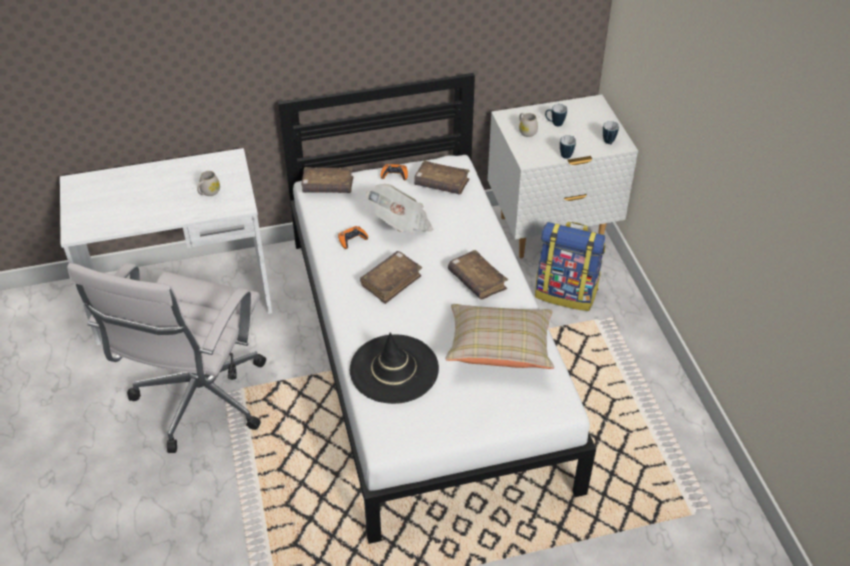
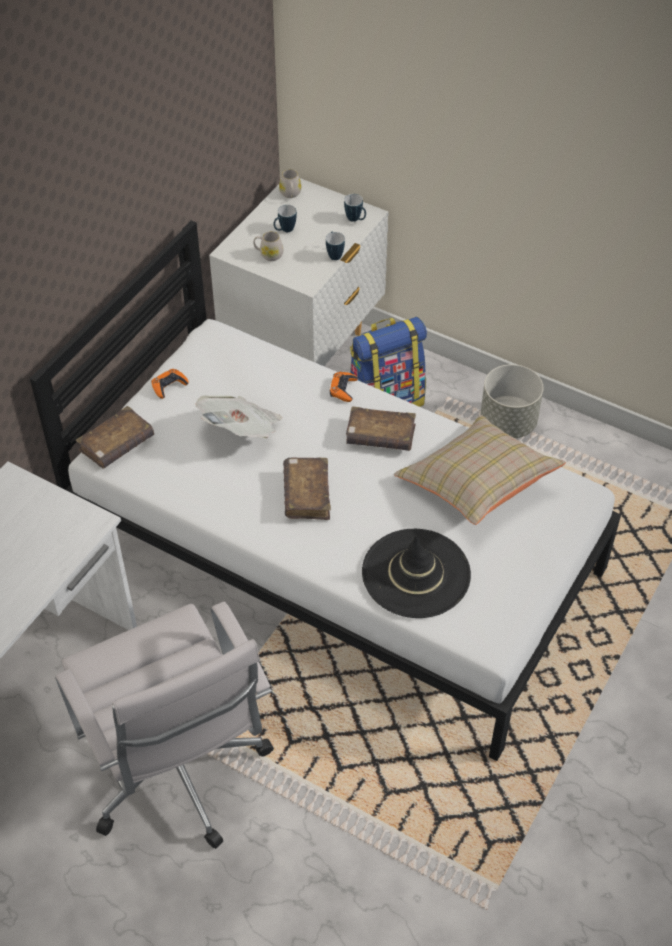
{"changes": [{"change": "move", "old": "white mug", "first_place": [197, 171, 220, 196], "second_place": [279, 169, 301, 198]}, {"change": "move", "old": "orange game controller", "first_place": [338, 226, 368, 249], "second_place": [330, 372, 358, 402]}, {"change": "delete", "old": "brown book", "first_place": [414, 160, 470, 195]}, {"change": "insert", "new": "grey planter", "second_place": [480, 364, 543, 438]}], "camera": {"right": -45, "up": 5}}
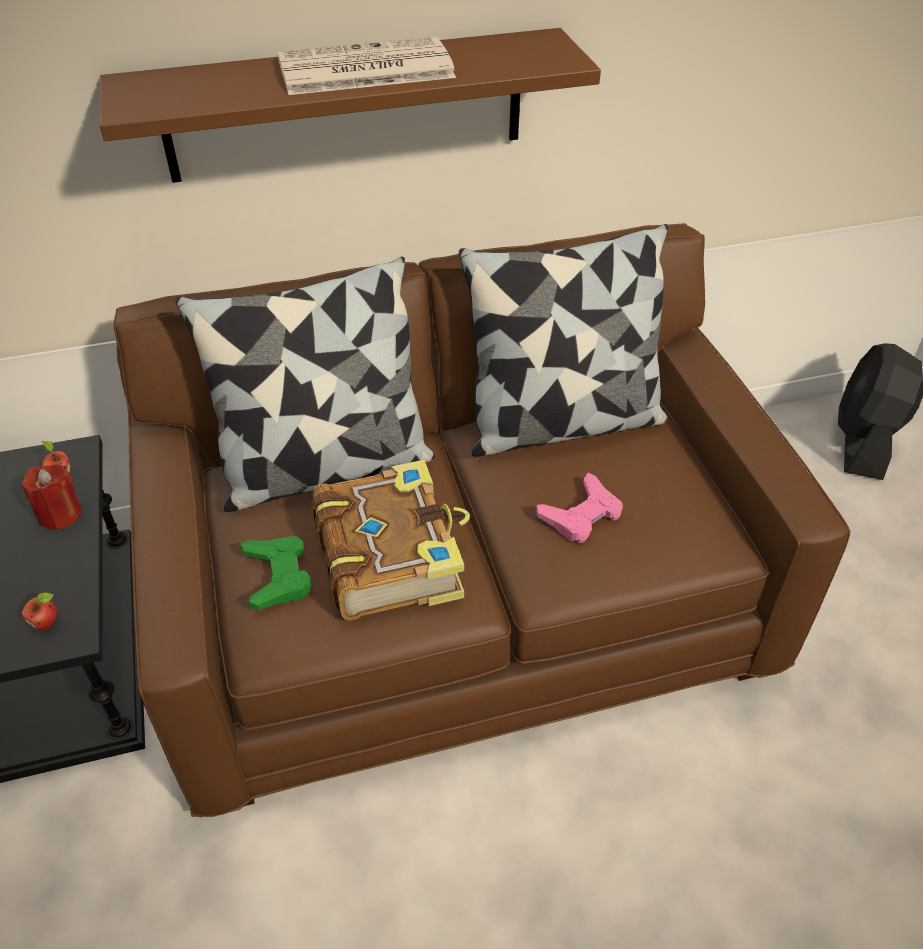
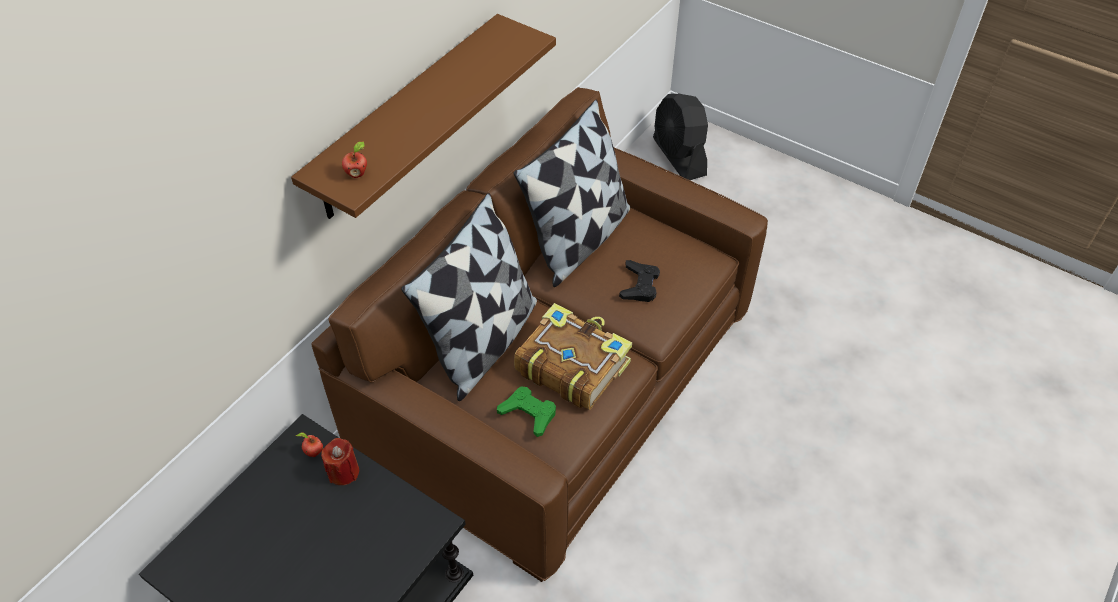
{"changes": [{"change": "move", "old": "apple", "first_place": [21, 592, 57, 631], "second_place": [342, 141, 367, 178]}, {"change": "delete", "old": "newspaper", "first_place": [277, 37, 456, 95]}, {"change": "recolor", "old": "pink game controller", "new": "black game controller", "first_place": [536, 473, 623, 544], "second_place": [619, 260, 660, 302]}], "camera": {"right": -40, "up": 5}}
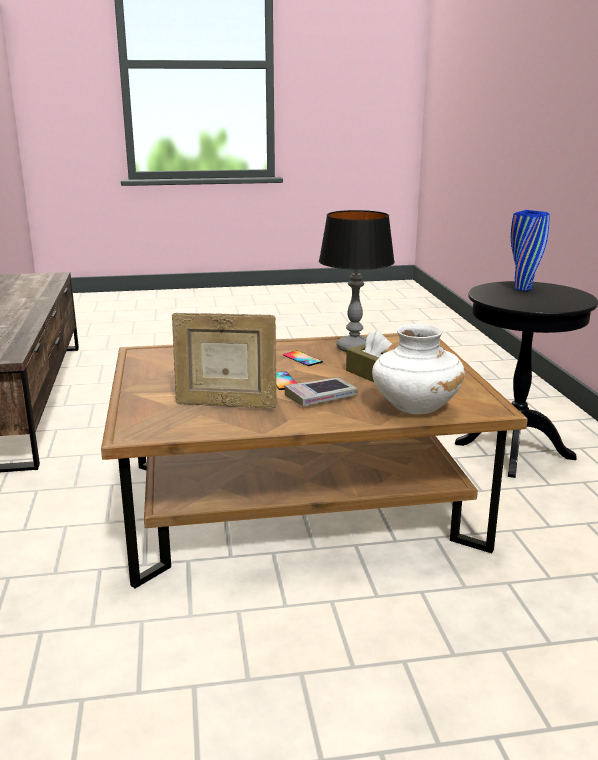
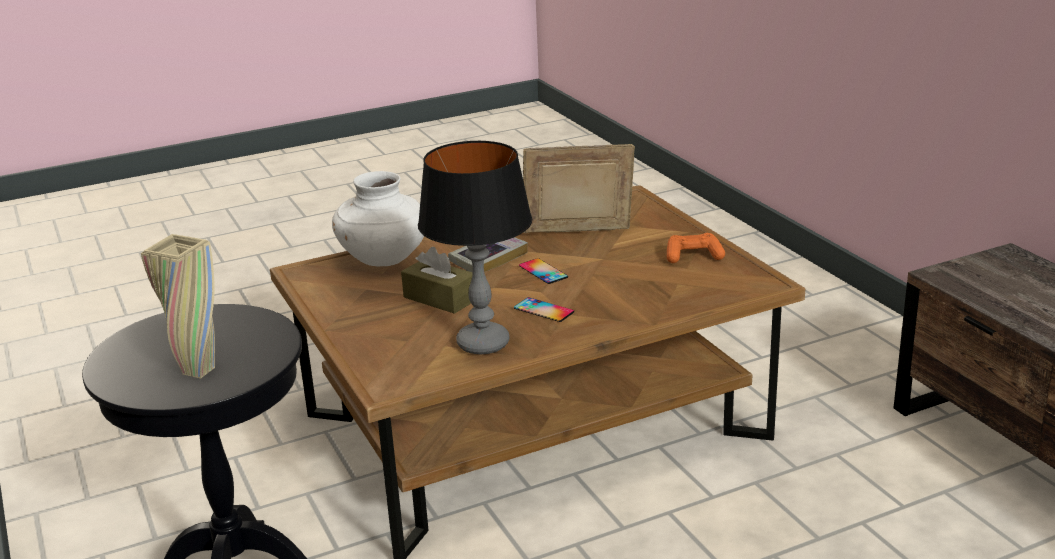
{"changes": [{"change": "recolor", "old": "blue vase", "new": "beige vase", "first_place": [511, 210, 549, 291], "second_place": [141, 234, 215, 379]}, {"change": "insert", "new": "orange game controller", "second_place": [667, 233, 725, 263]}], "camera": {"right": 165, "up": 5}}
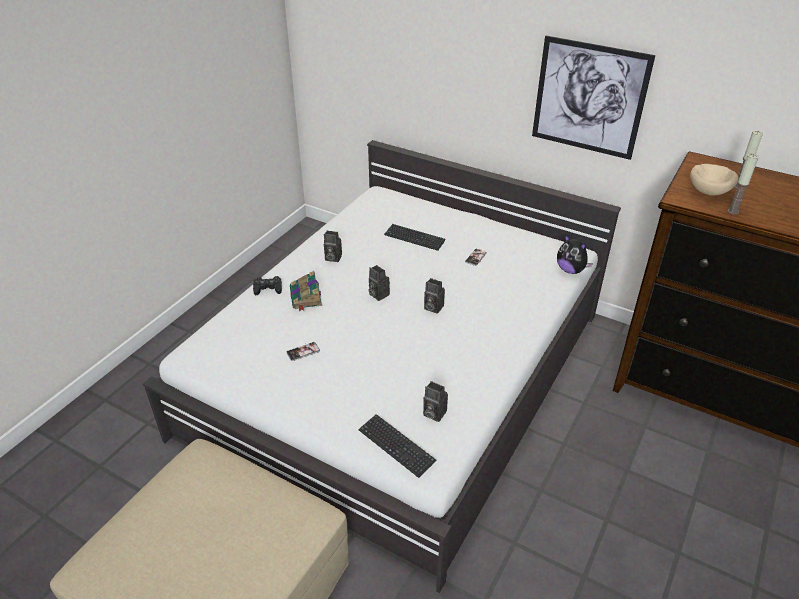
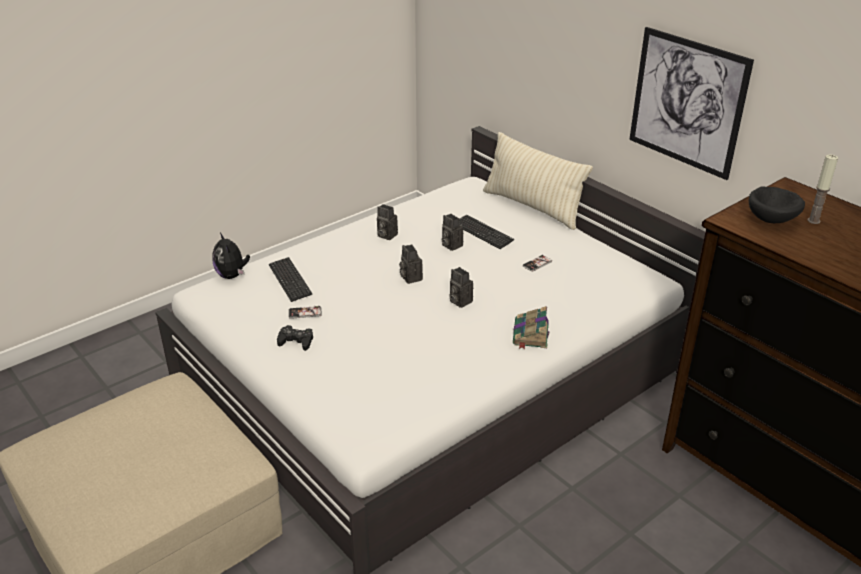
{"changes": [{"change": "move", "old": "black game controller", "first_place": [253, 276, 282, 295], "second_place": [277, 325, 313, 351]}, {"change": "move", "old": "book", "first_place": [290, 271, 322, 312], "second_place": [513, 306, 549, 350]}, {"change": "move", "old": "keyboard", "first_place": [358, 414, 436, 478], "second_place": [269, 257, 312, 302]}, {"change": "move", "old": "photo camera", "first_place": [423, 381, 448, 422], "second_place": [442, 214, 463, 251]}, {"change": "move", "old": "plush toy", "first_place": [557, 234, 593, 274], "second_place": [213, 232, 250, 279]}, {"change": "recolor", "old": "beige bowl", "new": "black bowl", "first_place": [690, 164, 739, 196], "second_place": [749, 186, 805, 223]}, {"change": "delete", "old": "candle", "first_place": [728, 154, 759, 215]}, {"change": "insert", "new": "beige pillow", "second_place": [483, 132, 593, 230]}], "camera": {"right": 20, "up": -5}}
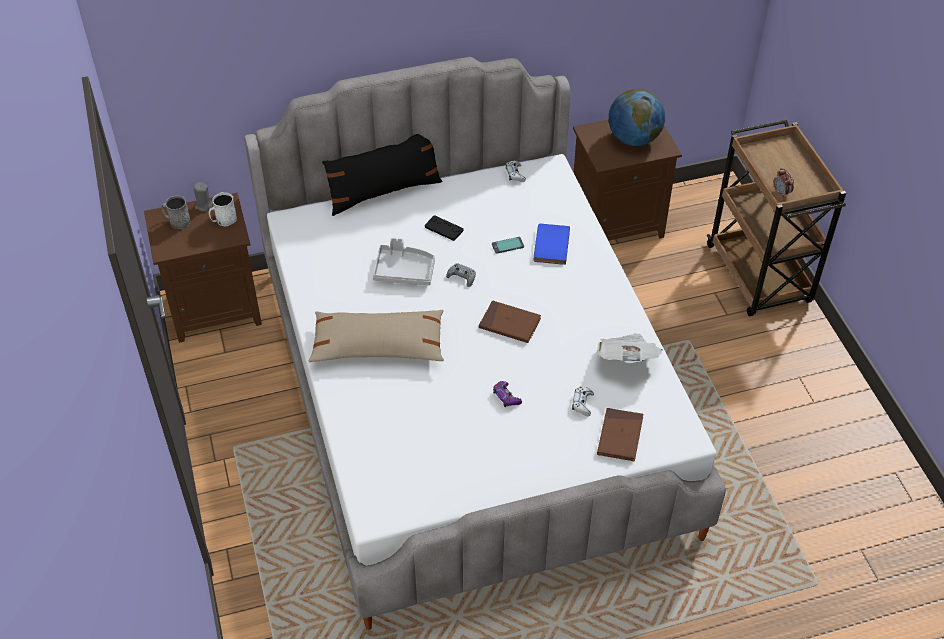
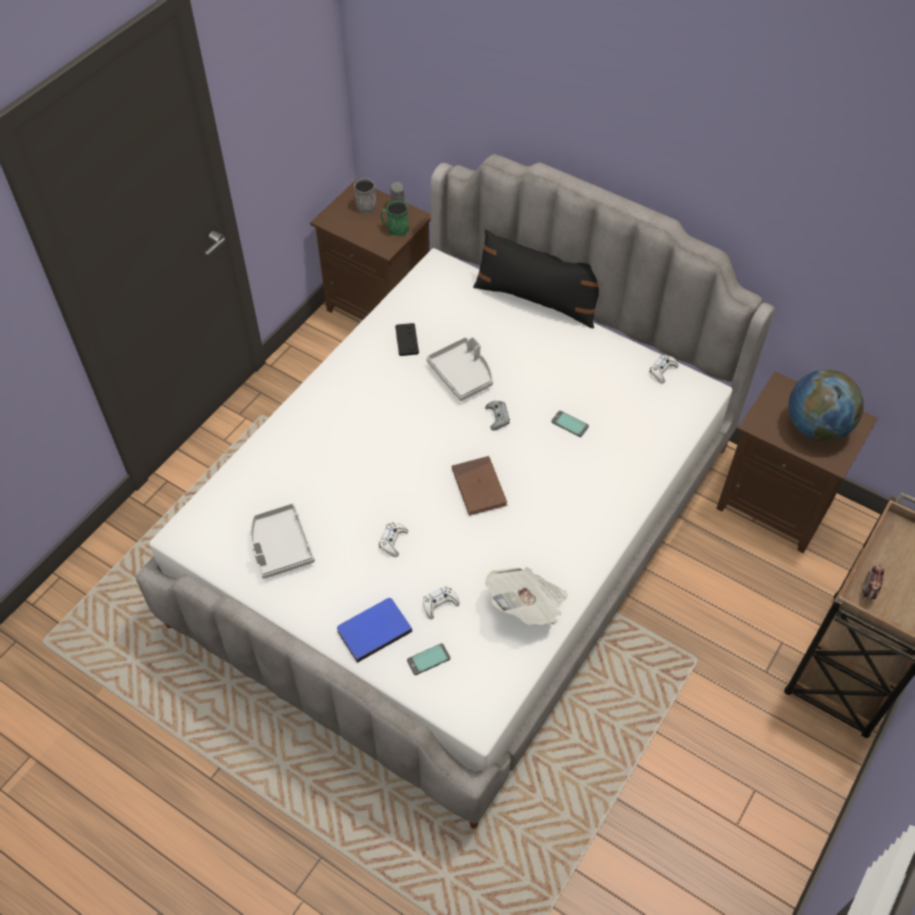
{"changes": [{"change": "recolor", "old": "white mug", "new": "green mug", "first_place": [209, 192, 237, 226], "second_place": [381, 201, 409, 236]}, {"change": "delete", "old": "beige pillow", "first_place": [309, 310, 444, 362]}, {"change": "move", "old": "black game controller", "first_place": [425, 216, 463, 241], "second_place": [395, 323, 419, 356]}, {"change": "recolor", "old": "purple game controller", "new": "white game controller", "first_place": [493, 381, 522, 407], "second_place": [379, 522, 408, 557]}, {"change": "move", "old": "blue book", "first_place": [534, 224, 570, 265], "second_place": [337, 598, 412, 663]}, {"change": "replace", "old": "brown book", "new": "phone", "first_place": [597, 408, 643, 461], "second_place": [407, 643, 450, 675]}, {"change": "insert", "new": "grey tray", "second_place": [250, 503, 315, 579]}], "camera": {"right": 50, "up": 5}}
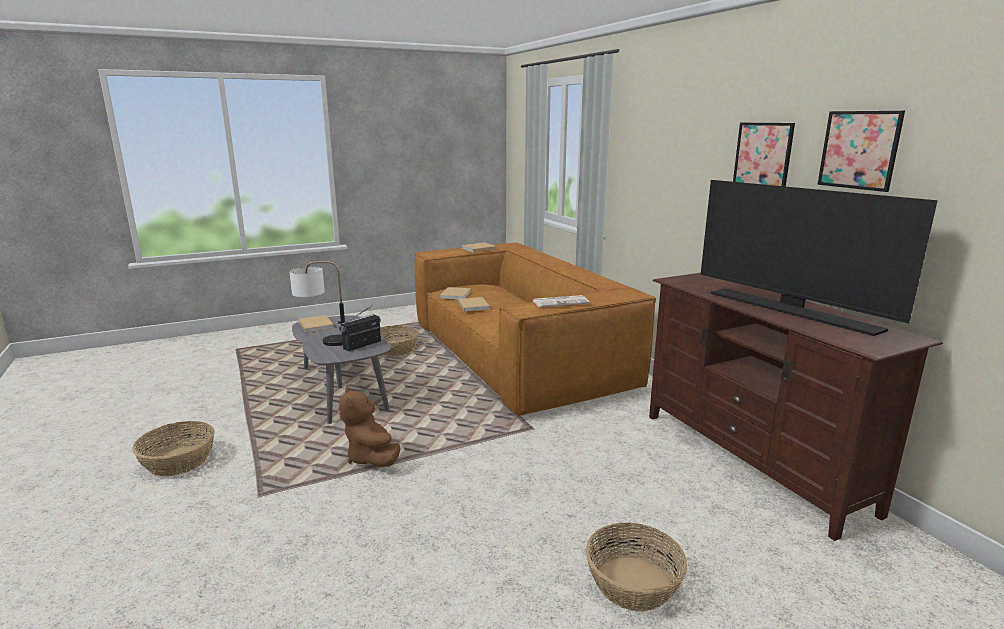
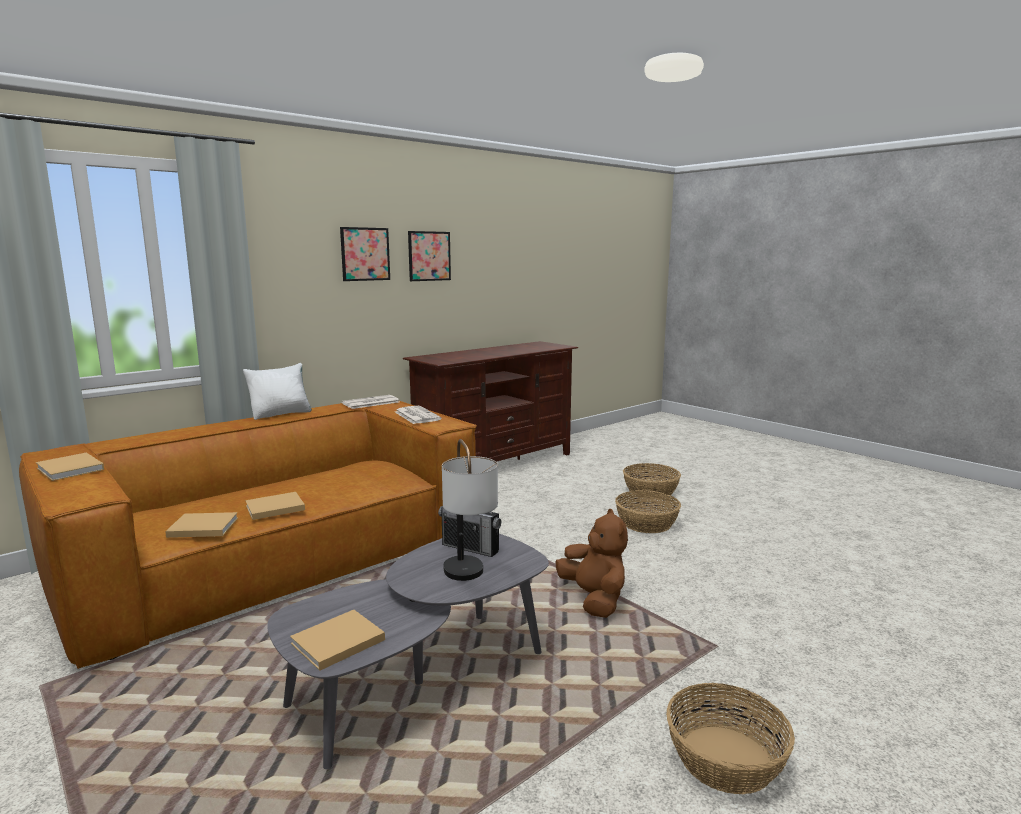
{"changes": [{"change": "rotate", "old": "brown plush toy", "first_place": [339, 387, 400, 467], "second_place": [555, 509, 628, 618], "degrees": -75}, {"change": "move", "old": "basket", "first_place": [380, 325, 419, 356], "second_place": [615, 490, 681, 533]}, {"change": "delete", "old": "television", "first_place": [701, 180, 937, 336]}, {"change": "move", "old": "picture", "first_place": [817, 111, 905, 192], "second_place": [340, 227, 390, 281]}, {"change": "insert", "new": "white pillow", "second_place": [243, 363, 312, 420]}, {"change": "insert", "new": "newspaper", "second_place": [342, 395, 399, 409]}], "camera": {"right": -105, "up": -5}}
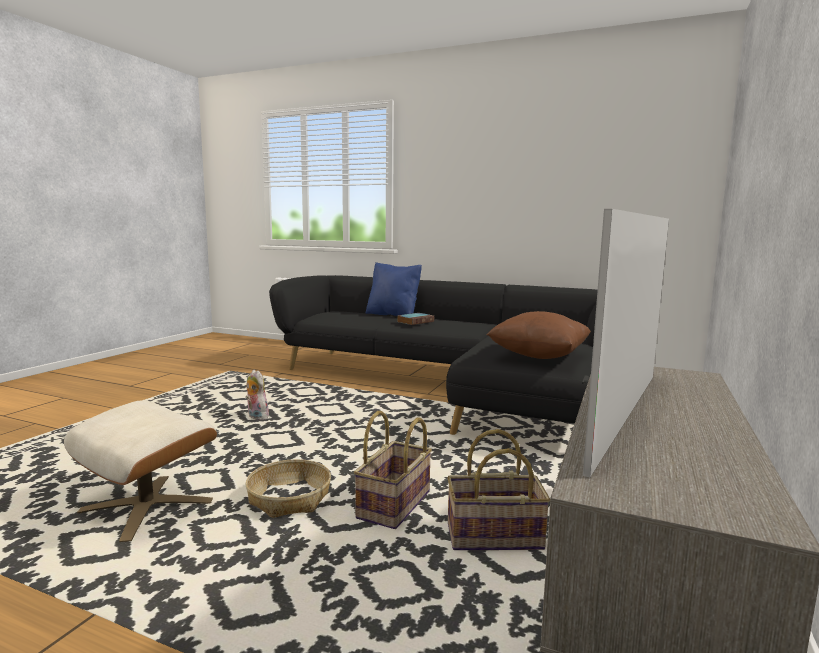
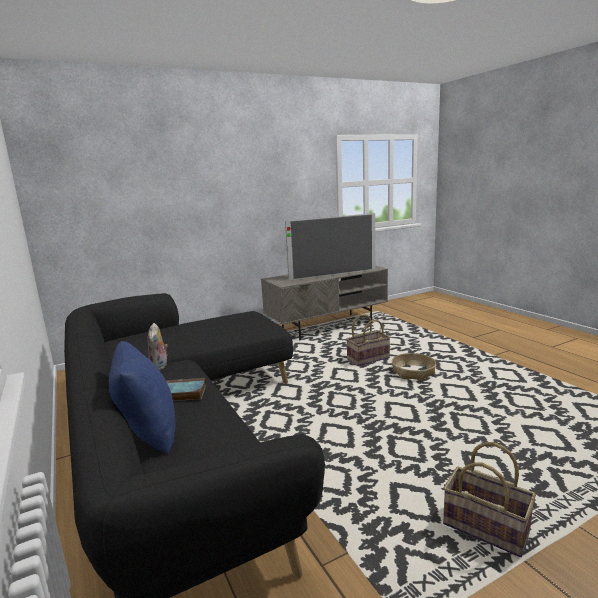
{"changes": [{"change": "delete", "old": "beige ottoman", "first_place": [64, 400, 217, 542]}, {"change": "move", "old": "plush toy", "first_place": [245, 370, 269, 420], "second_place": [148, 323, 168, 370]}, {"change": "move", "old": "basket", "first_place": [447, 429, 550, 550], "second_place": [443, 442, 536, 557]}, {"change": "delete", "old": "brown pillow", "first_place": [487, 311, 591, 359]}], "camera": {"right": -140, "up": 5}}
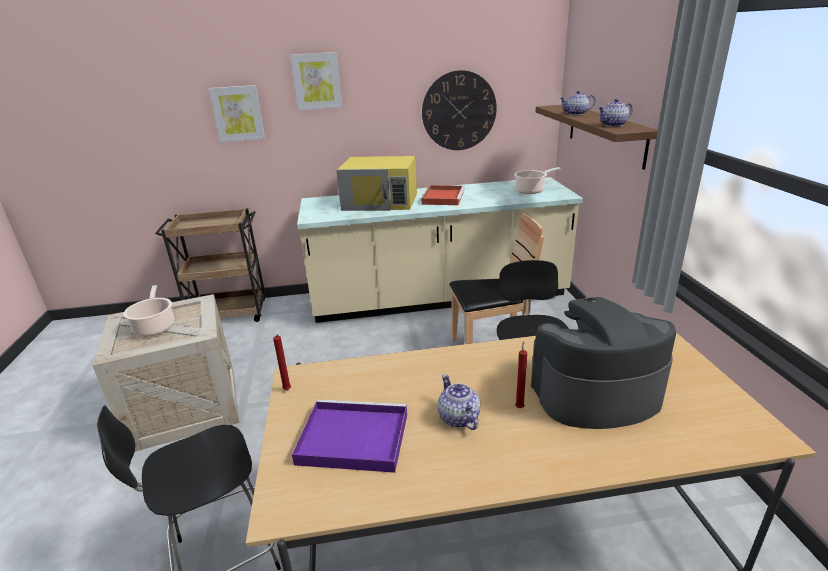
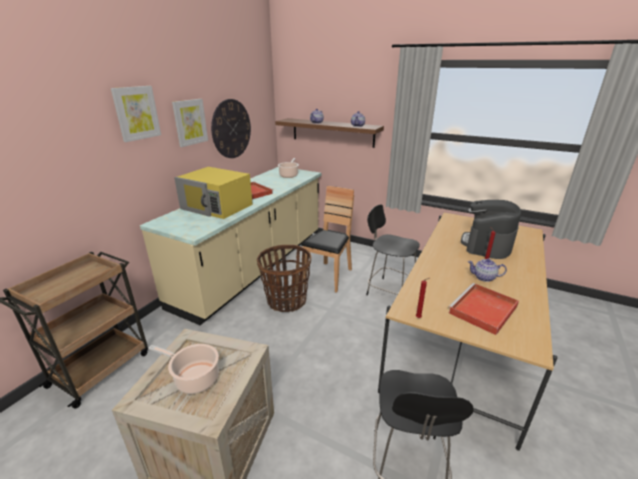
{"changes": [{"change": "move", "old": "picture", "first_place": [208, 85, 265, 142], "second_place": [172, 99, 208, 147]}, {"change": "recolor", "old": "purple tray", "new": "red tray", "first_place": [292, 399, 407, 473], "second_place": [448, 283, 519, 335]}, {"change": "rotate", "old": "yellow microwave", "first_place": [336, 156, 417, 211], "second_place": [174, 167, 253, 219], "degrees": 75}, {"change": "insert", "new": "basket", "second_place": [257, 245, 311, 312]}], "camera": {"right": -55, "up": 0}}
